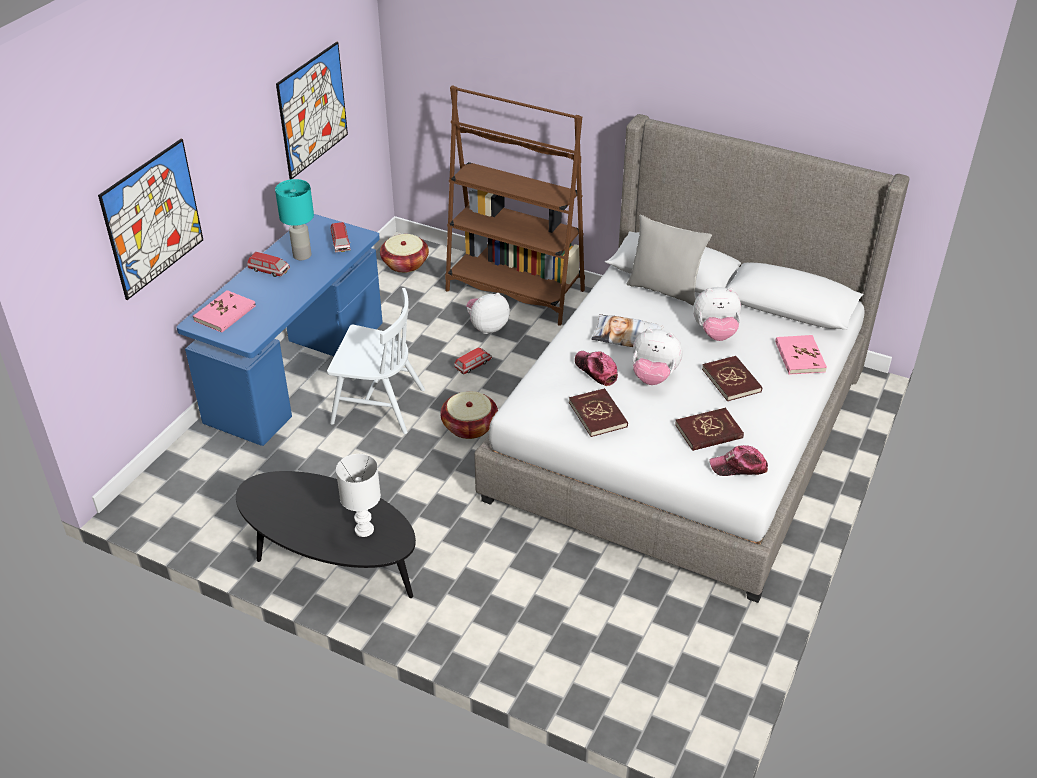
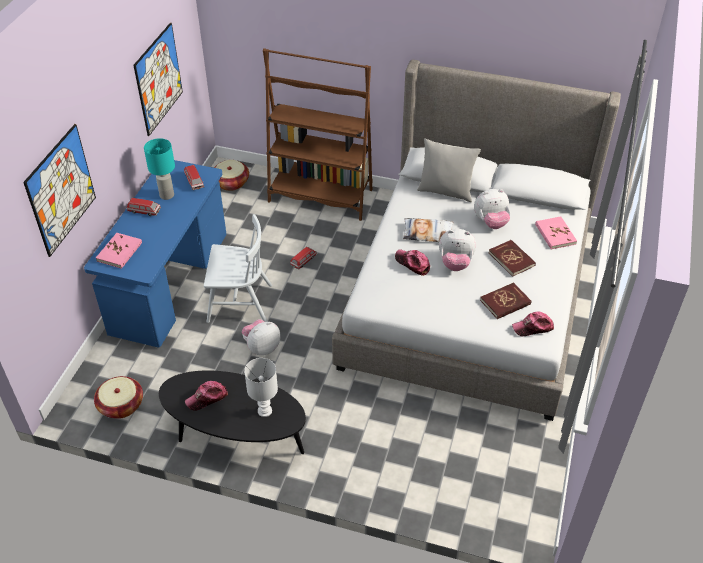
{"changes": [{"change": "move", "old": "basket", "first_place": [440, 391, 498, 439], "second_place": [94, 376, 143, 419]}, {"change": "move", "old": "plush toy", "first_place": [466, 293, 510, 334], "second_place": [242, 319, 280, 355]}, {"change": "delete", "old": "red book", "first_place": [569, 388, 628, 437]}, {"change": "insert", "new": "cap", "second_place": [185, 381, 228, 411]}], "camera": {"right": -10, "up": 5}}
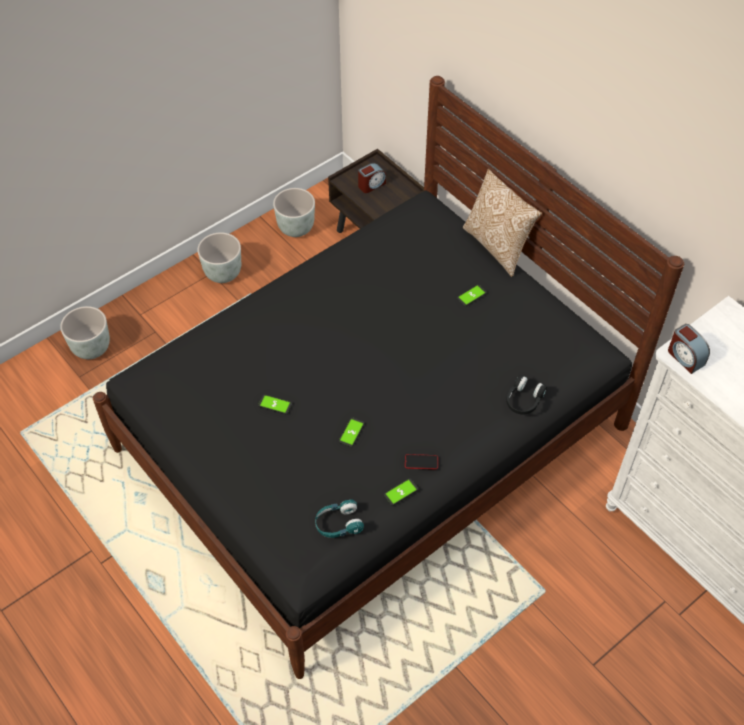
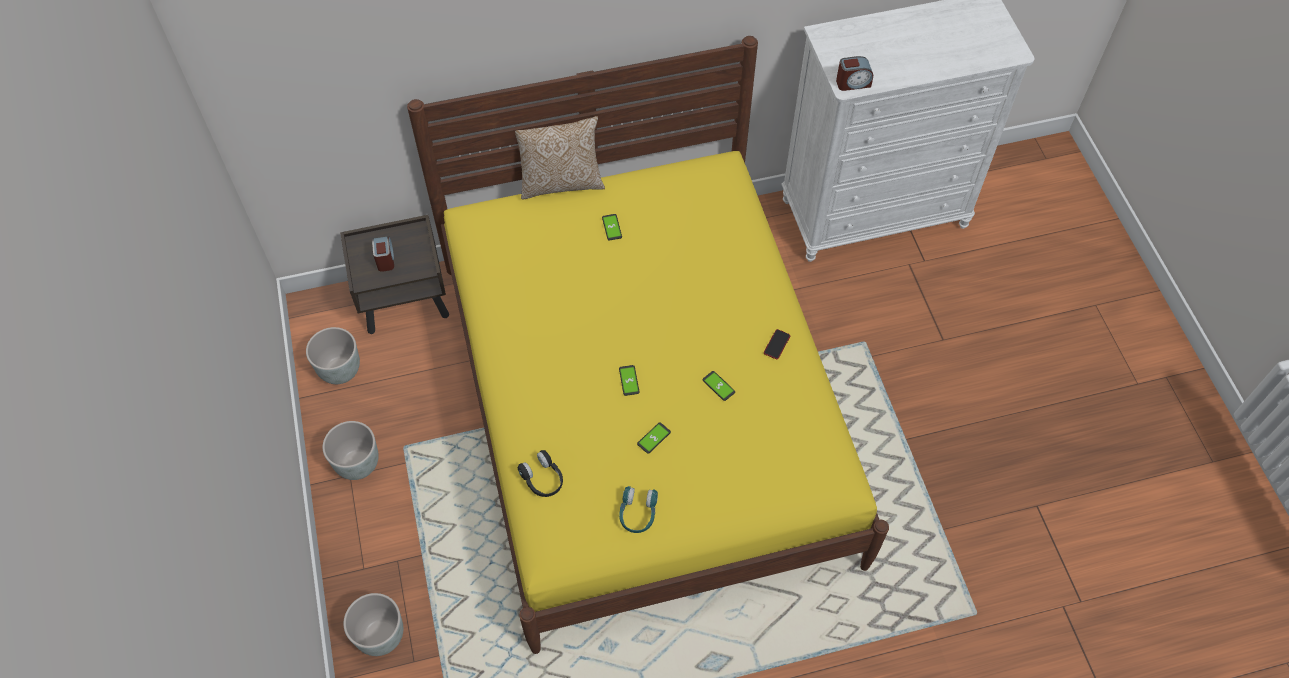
{"changes": [{"change": "recolor", "old": "black bed", "new": "yellow bed", "first_place": [93, 76, 684, 679], "second_place": [407, 36, 889, 654]}, {"change": "move", "old": "turquoise headphones", "first_place": [315, 499, 364, 538], "second_place": [619, 486, 658, 533]}, {"change": "move", "old": "phone", "first_place": [384, 478, 419, 506], "second_place": [619, 365, 639, 396]}, {"change": "move", "old": "black headphones", "first_place": [506, 375, 547, 414], "second_place": [518, 450, 563, 497]}], "camera": {"right": -65, "up": 5}}
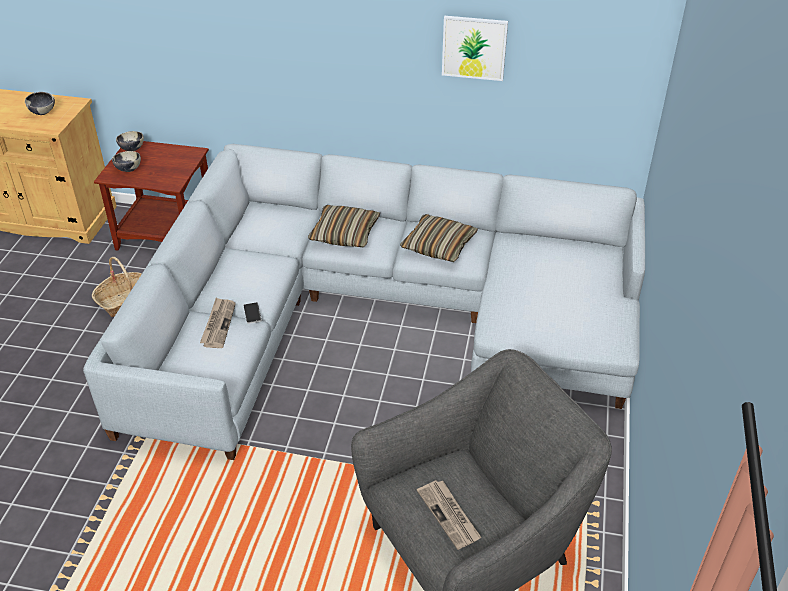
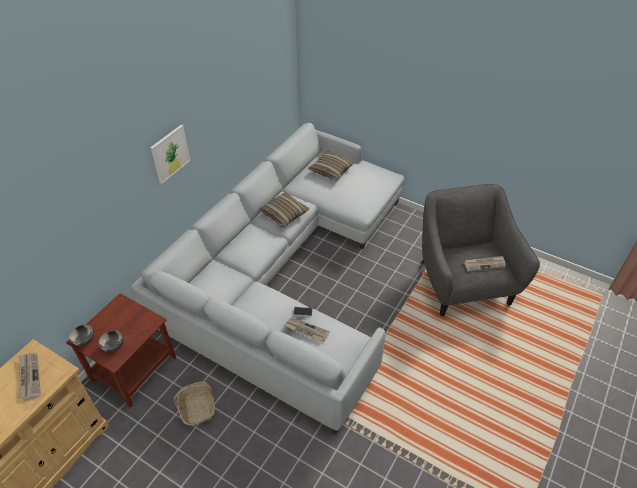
{"changes": [{"change": "replace", "old": "bowl", "new": "newspaper", "first_place": [25, 92, 55, 115], "second_place": [19, 353, 41, 401]}, {"change": "move", "old": "pillow", "first_place": [308, 205, 380, 247], "second_place": [308, 151, 354, 181]}, {"change": "move", "old": "picture", "first_place": [442, 16, 508, 81], "second_place": [150, 125, 190, 184]}], "camera": {"right": -70, "up": 5}}
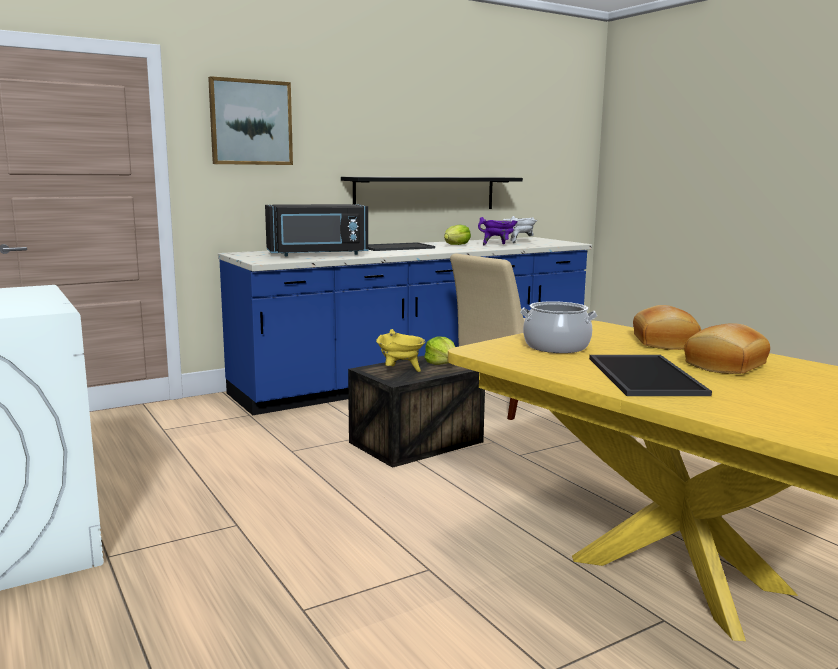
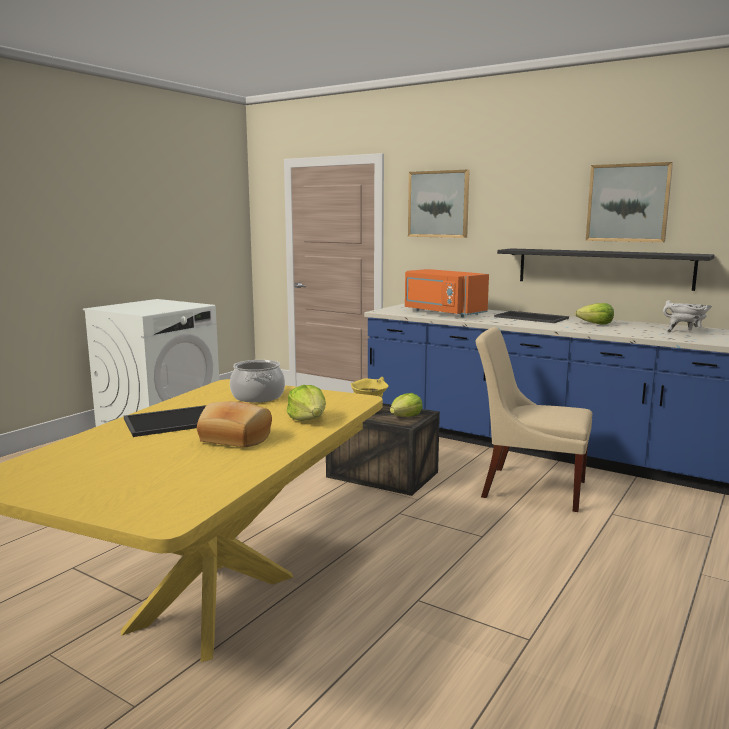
{"changes": [{"change": "recolor", "old": "black microwave", "new": "orange microwave", "first_place": [265, 204, 368, 256], "second_place": [405, 269, 489, 317]}, {"change": "delete", "old": "purple cooking pot", "first_place": [478, 217, 518, 246]}, {"change": "replace", "old": "bread", "new": "lettuce", "first_place": [633, 305, 701, 350], "second_place": [287, 385, 326, 421]}, {"change": "insert", "new": "picture", "second_place": [586, 162, 673, 242]}], "camera": {"right": 65, "up": 0}}
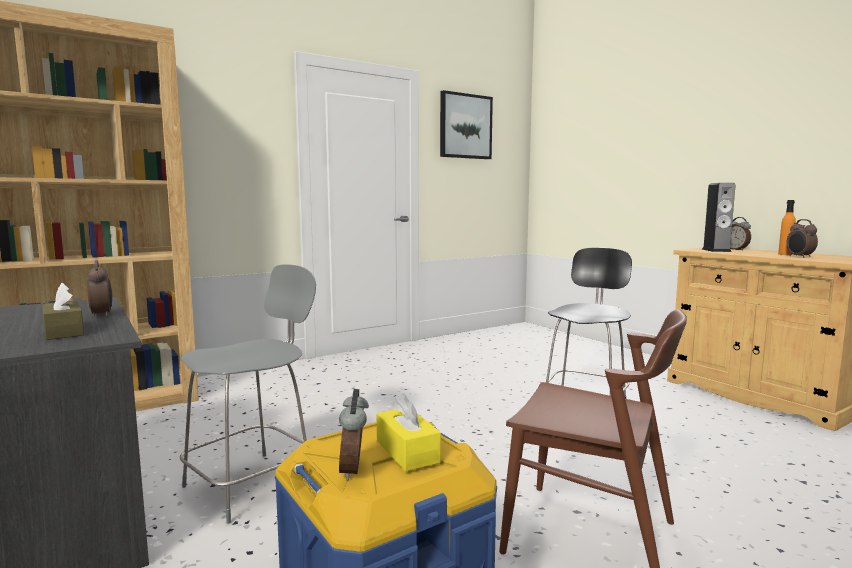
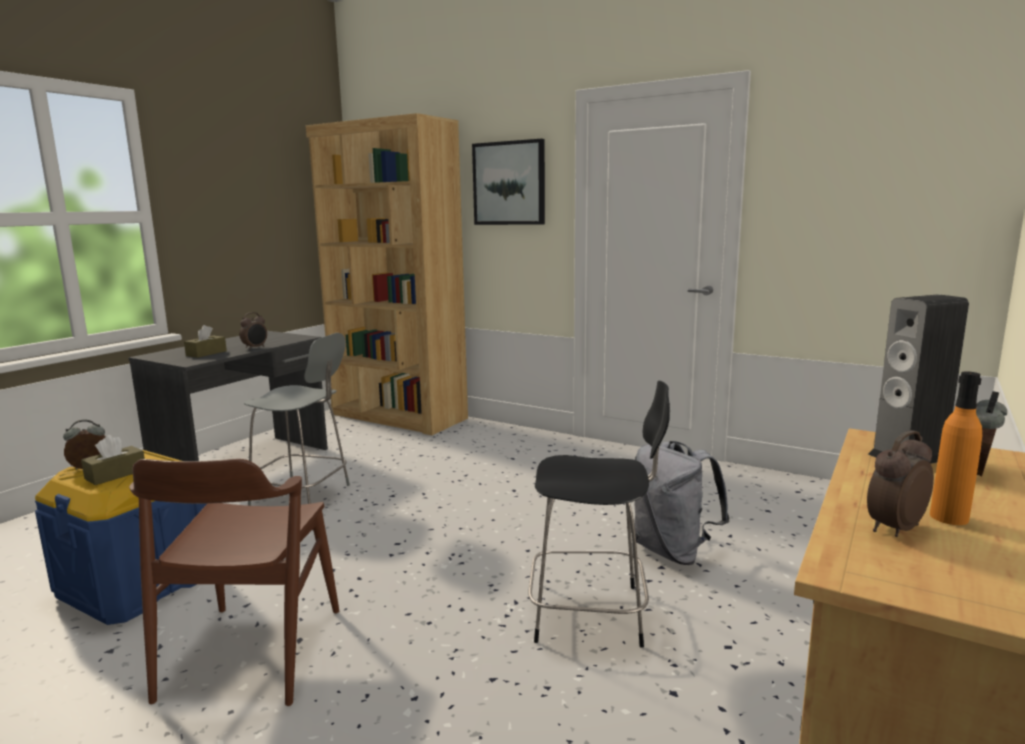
{"changes": [{"change": "recolor", "old": "yellow tissue box", "new": "brown tissue box", "first_place": [377, 393, 441, 471], "second_place": [81, 435, 145, 485]}, {"change": "move", "old": "picture", "first_place": [440, 90, 493, 159], "second_place": [472, 139, 545, 225]}, {"change": "insert", "new": "grey backpack", "second_place": [634, 441, 730, 565]}], "camera": {"right": 65, "up": 5}}
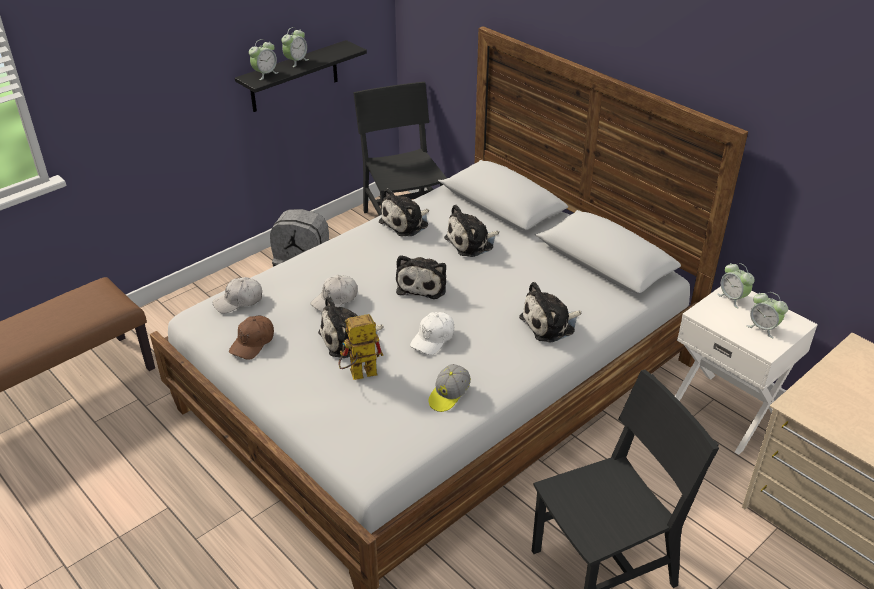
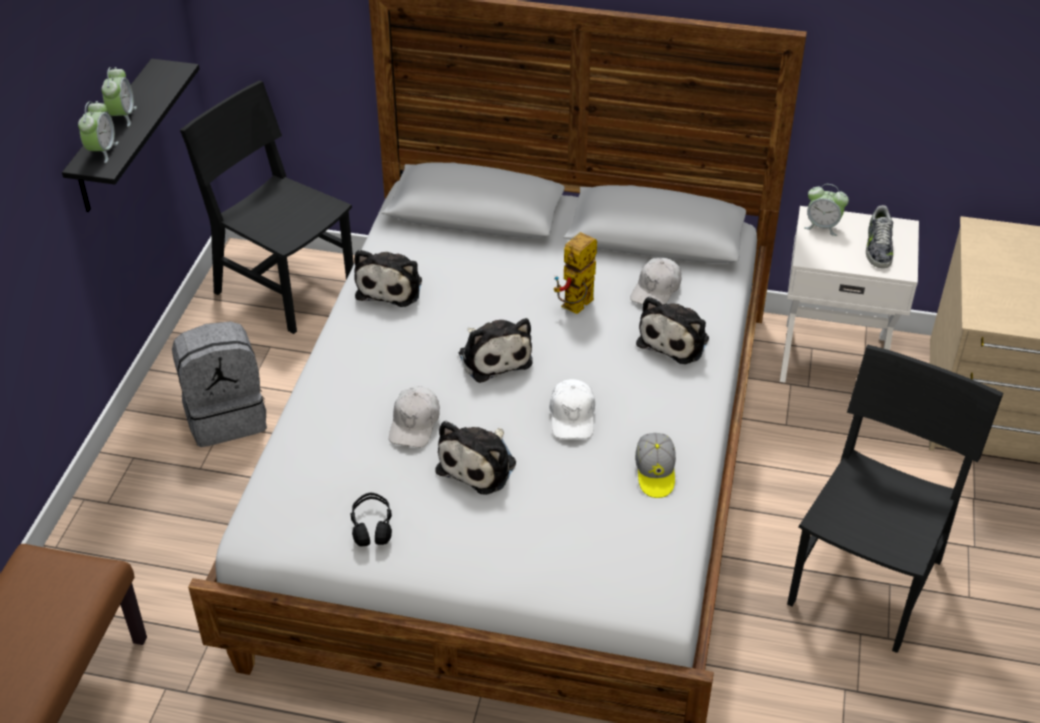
{"changes": [{"change": "move", "old": "white cap", "first_place": [212, 277, 262, 313], "second_place": [630, 258, 682, 305]}, {"change": "replace", "old": "brown cap", "new": "black headphones", "first_place": [229, 316, 274, 360], "second_place": [350, 492, 392, 547]}, {"change": "move", "old": "toy robot", "first_place": [338, 314, 383, 380], "second_place": [554, 232, 597, 314]}, {"change": "delete", "old": "plush toy", "first_place": [444, 205, 499, 257]}, {"change": "replace", "old": "alarm clock", "new": "shoe", "first_place": [746, 292, 788, 338], "second_place": [866, 205, 893, 268]}], "camera": {"right": -35, "up": 5}}
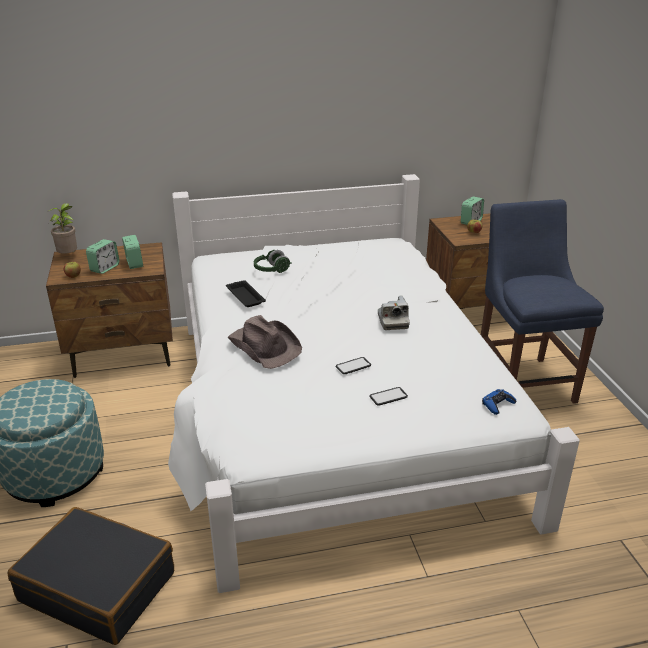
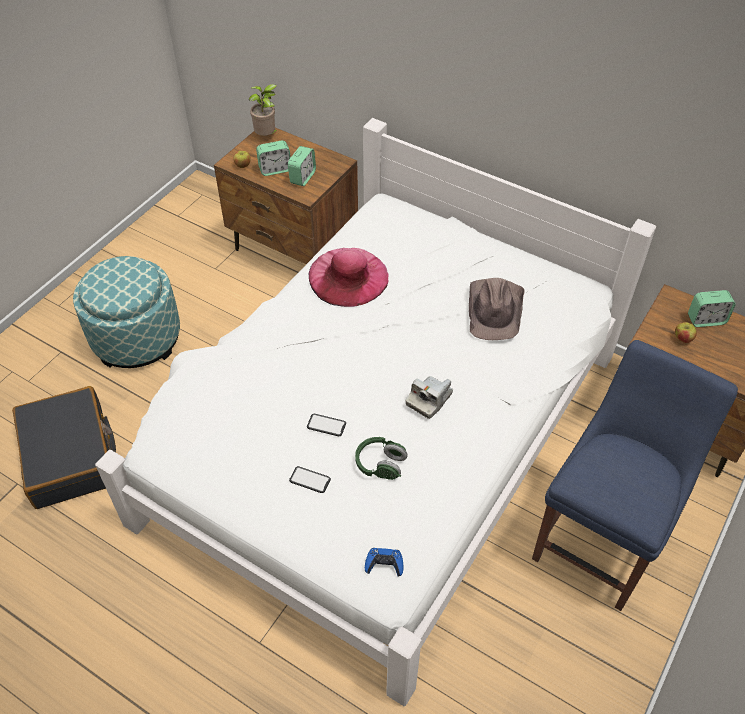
{"changes": [{"change": "replace", "old": "black tray", "new": "pink hat", "first_place": [226, 280, 266, 307], "second_place": [308, 248, 388, 307]}, {"change": "move", "old": "brown hat", "first_place": [227, 315, 302, 369], "second_place": [469, 278, 525, 340]}, {"change": "move", "old": "green headphones", "first_place": [254, 250, 292, 273], "second_place": [355, 437, 408, 480]}], "camera": {"right": 45, "up": 20}}
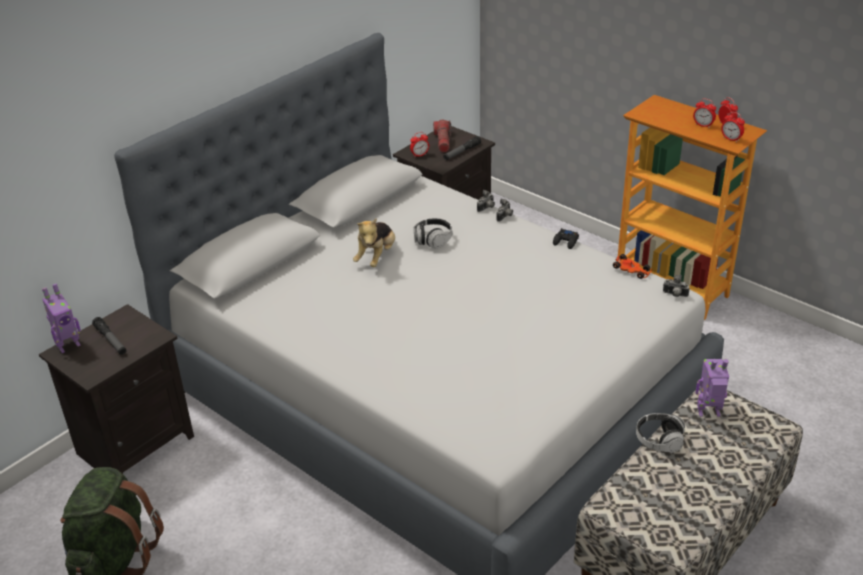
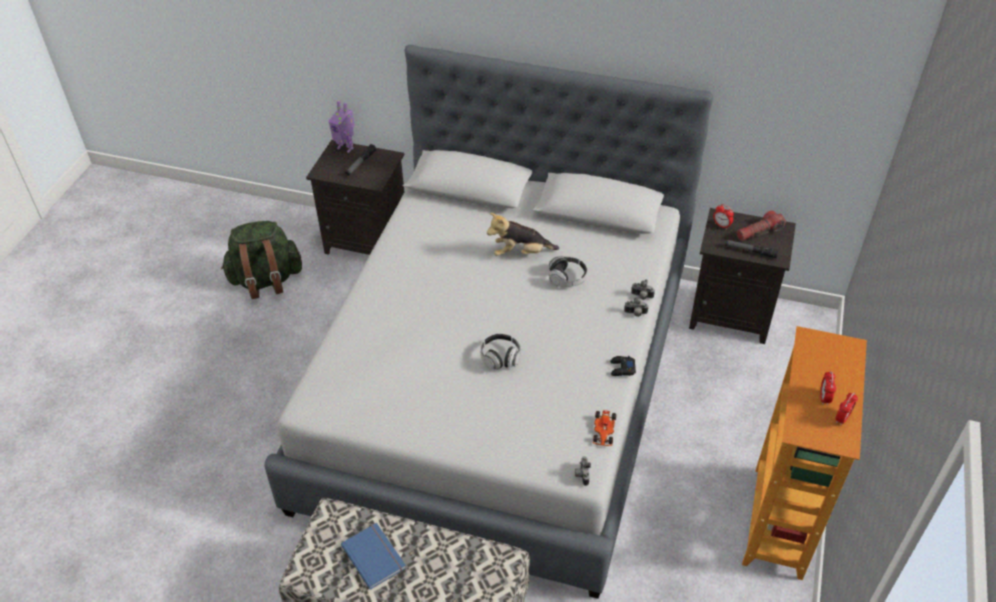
{"changes": [{"change": "move", "old": "headphones", "first_place": [636, 413, 686, 453], "second_place": [480, 334, 520, 370]}, {"change": "delete", "old": "toy robot", "first_place": [695, 359, 729, 417]}, {"change": "delete", "old": "alarm clock", "first_place": [721, 112, 745, 142]}, {"change": "insert", "new": "blue book", "second_place": [341, 523, 406, 590]}], "camera": {"right": 65, "up": 10}}
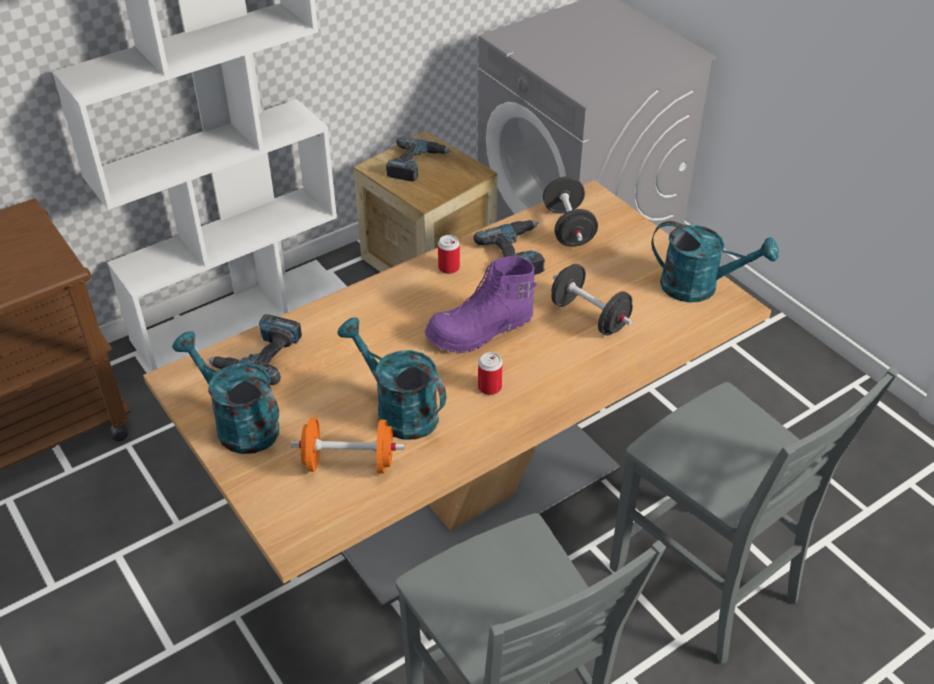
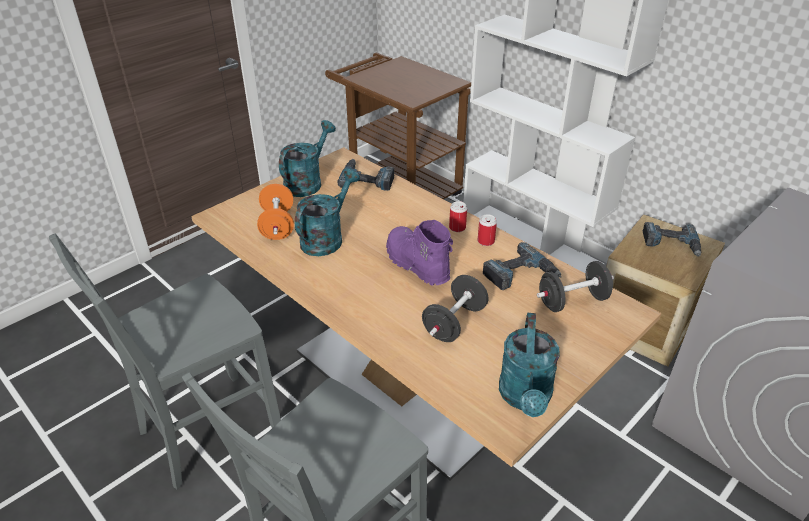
{"changes": [{"change": "move", "old": "can", "first_place": [478, 352, 503, 395], "second_place": [449, 201, 467, 232]}], "camera": {"right": 80, "up": -5}}
